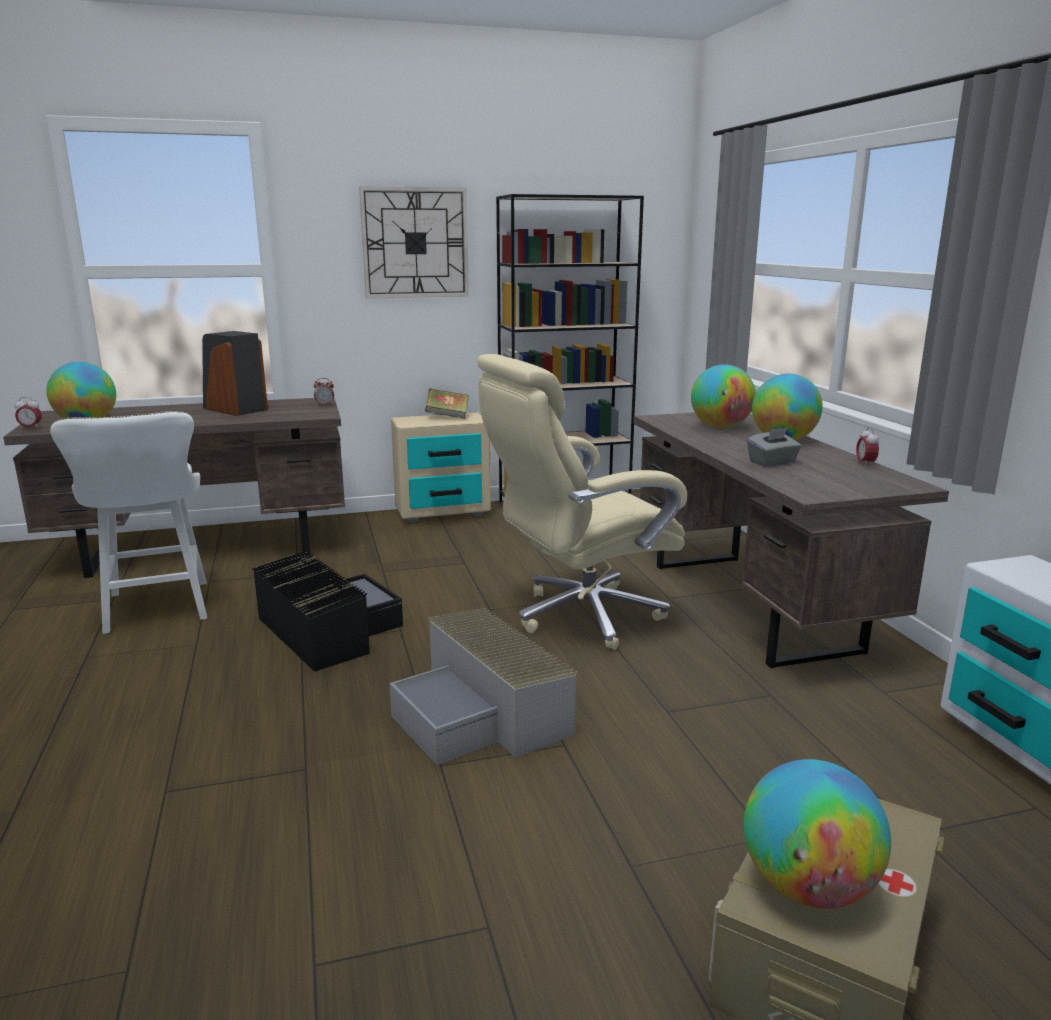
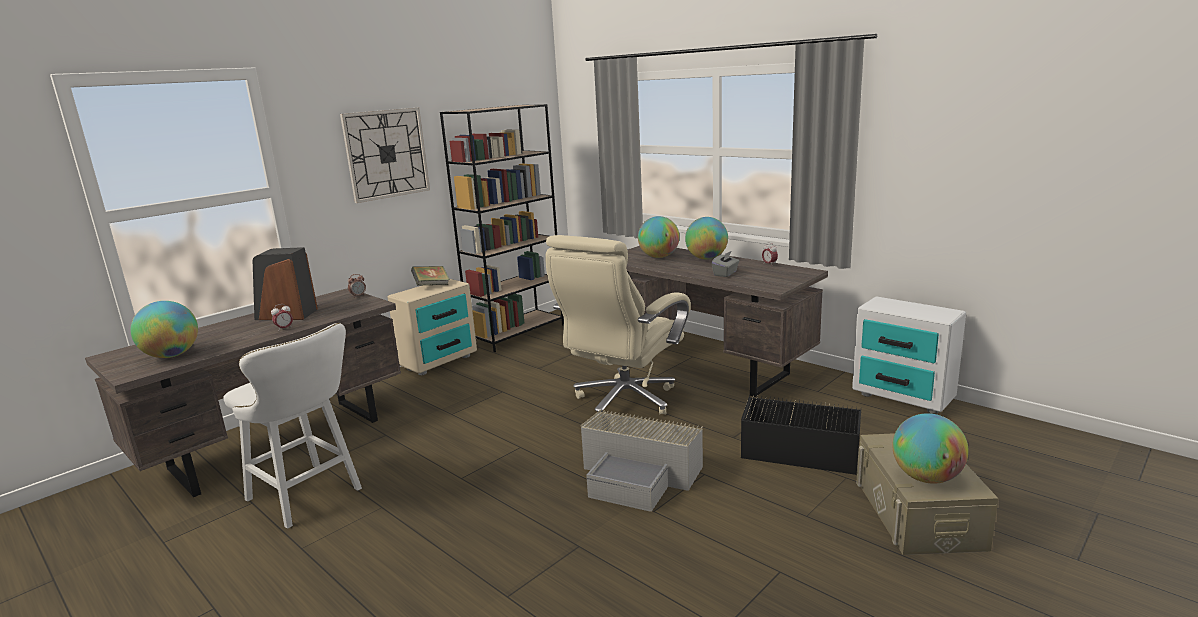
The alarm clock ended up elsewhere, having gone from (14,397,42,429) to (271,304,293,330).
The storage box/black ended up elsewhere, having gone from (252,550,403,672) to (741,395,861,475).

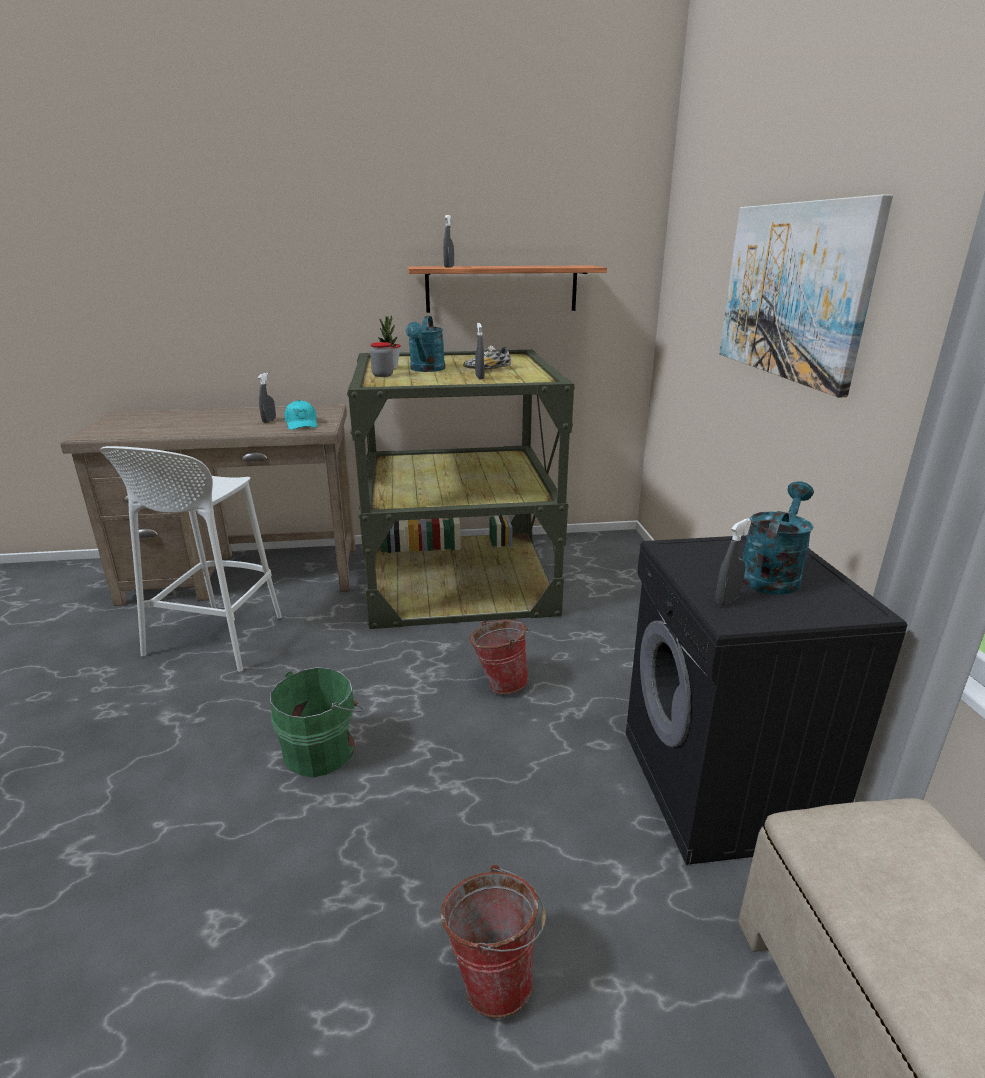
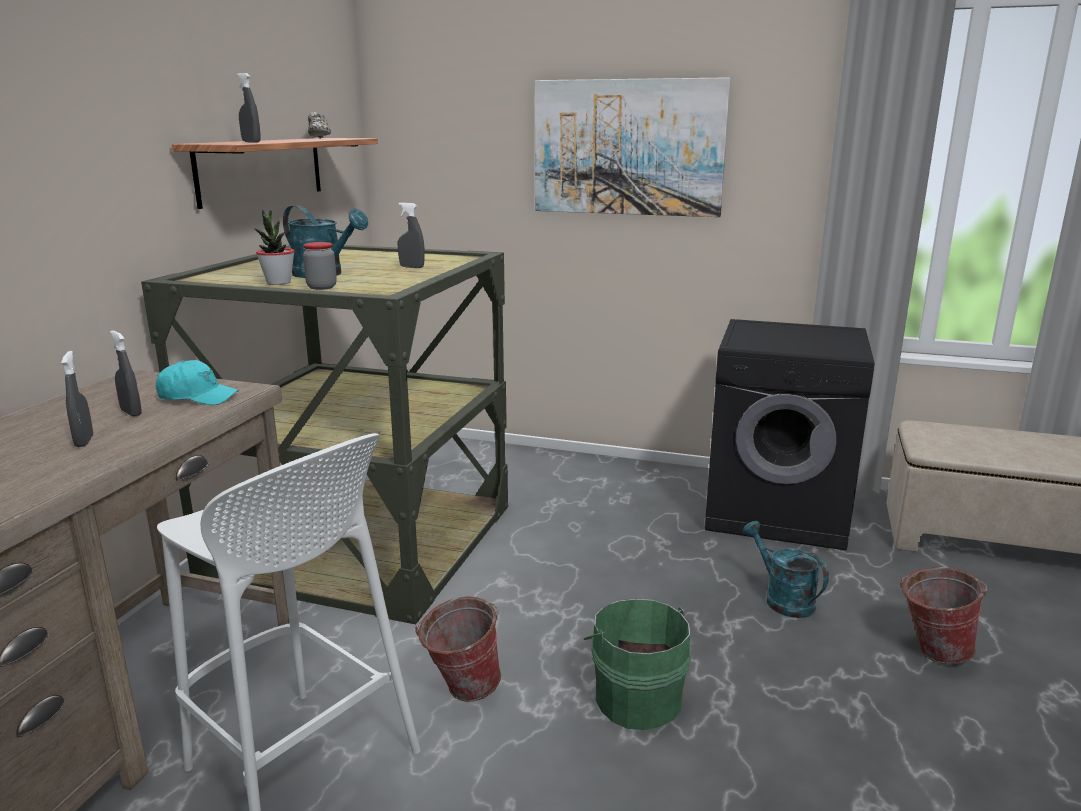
The shoe ended up elsewhere, having gone from (463,345,511,370) to (308,112,331,139).
The watering pot/turquoise ended up elsewhere, having gone from (742,481,814,595) to (742,521,829,618).
The spray bottle/greyish ended up elsewhere, having gone from (715,518,750,606) to (61,351,93,447).
The bucket ended up elsewhere, having gone from (470,620,531,694) to (415,596,501,702).

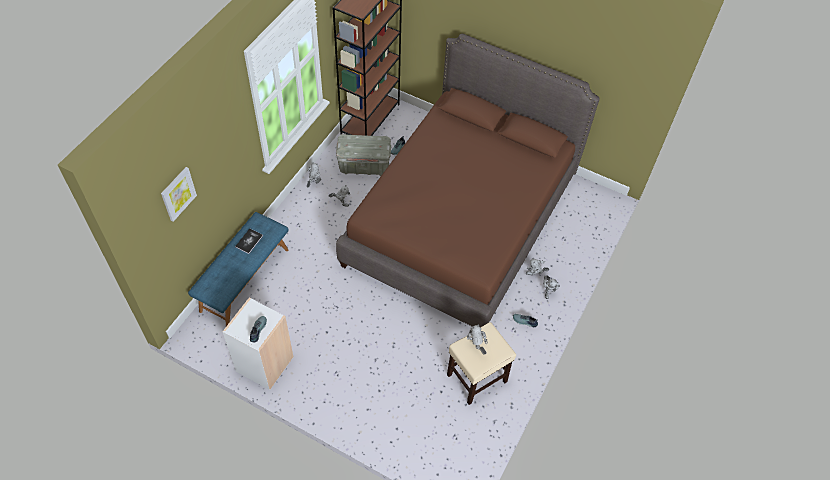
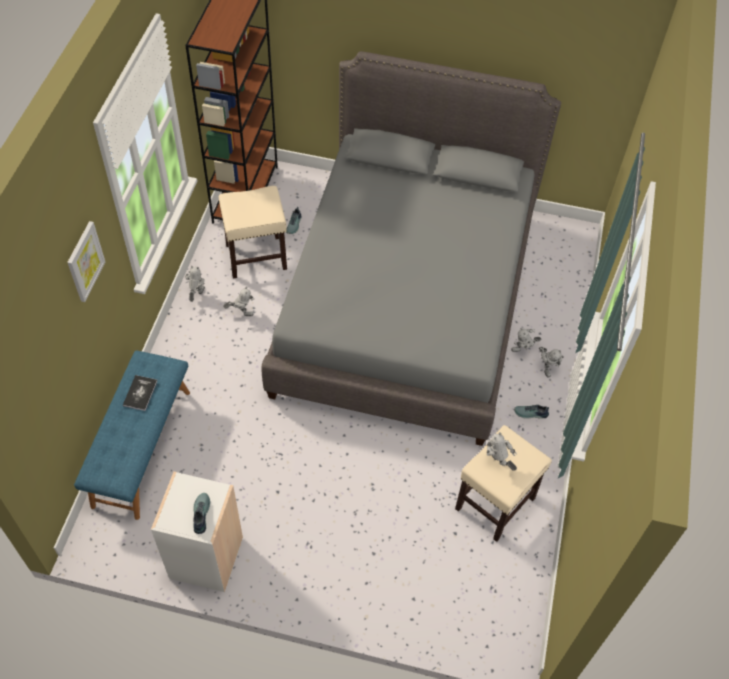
What was the sleeping bed/brown at (336,34,600,328) turned into the sleeping bed/greyish at (262,51,561,446).
Where the storage box/greyish stood at (336,134,391,176), the sitting stool/sand-coloured came to stand at (219,186,287,279).
The wall picture ended up elsewhere, having gone from (161,167,197,222) to (67,221,105,302).

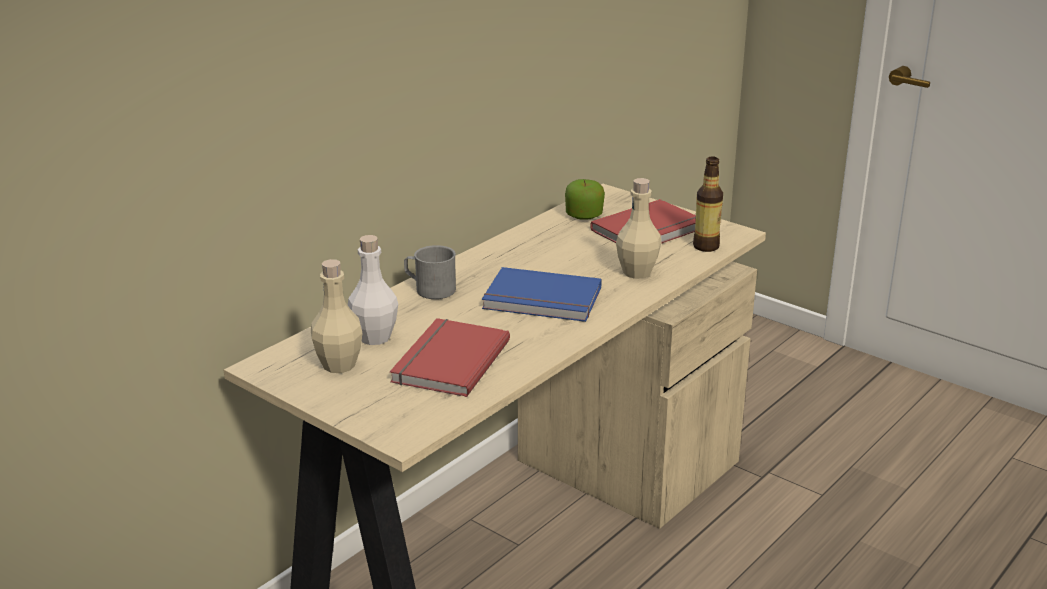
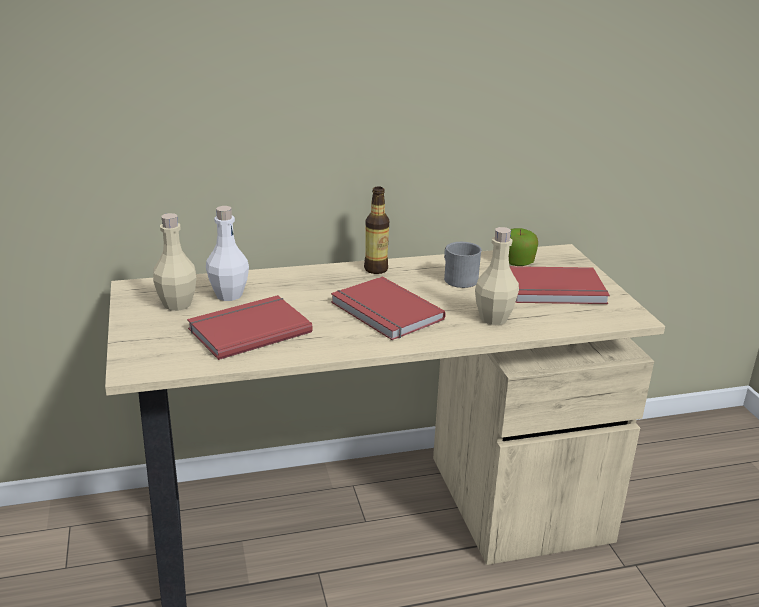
The drink bottle ended up elsewhere, having gone from (693,156,723,252) to (364,186,389,274).
The tea mug/greyish ended up elsewhere, having gone from (404,245,456,299) to (444,242,482,288).
What was the bound book/blue-coloured at (482,267,602,322) turned into the bound book/reddish at (331,277,446,340).

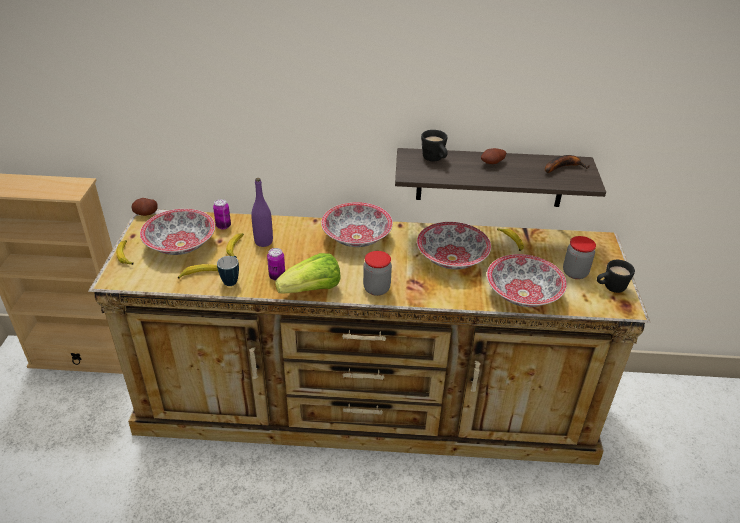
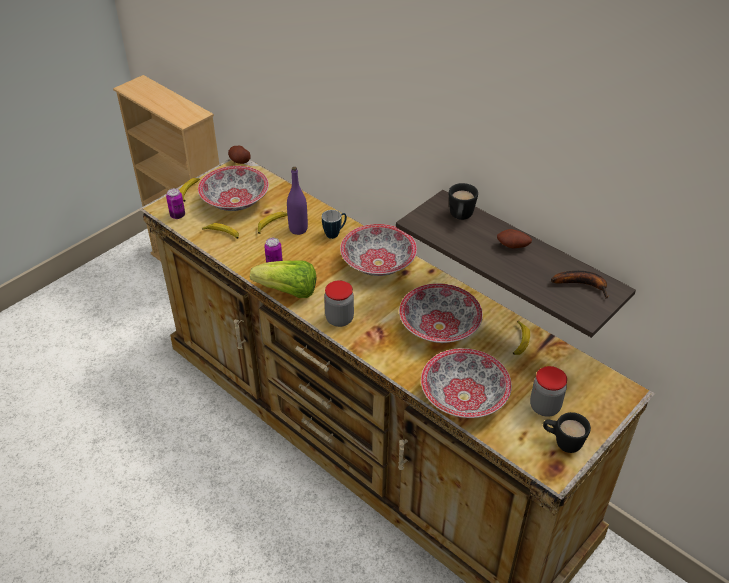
The metal can ended up elsewhere, having gone from (213,199,231,230) to (166,188,185,219).
The tea mug ended up elsewhere, having gone from (217,256,239,286) to (322,210,347,239).

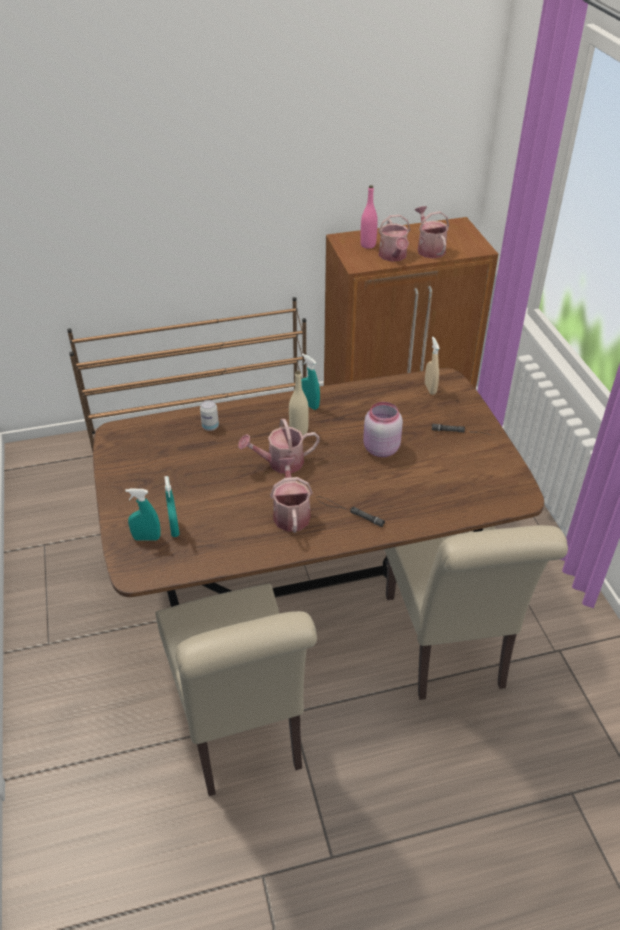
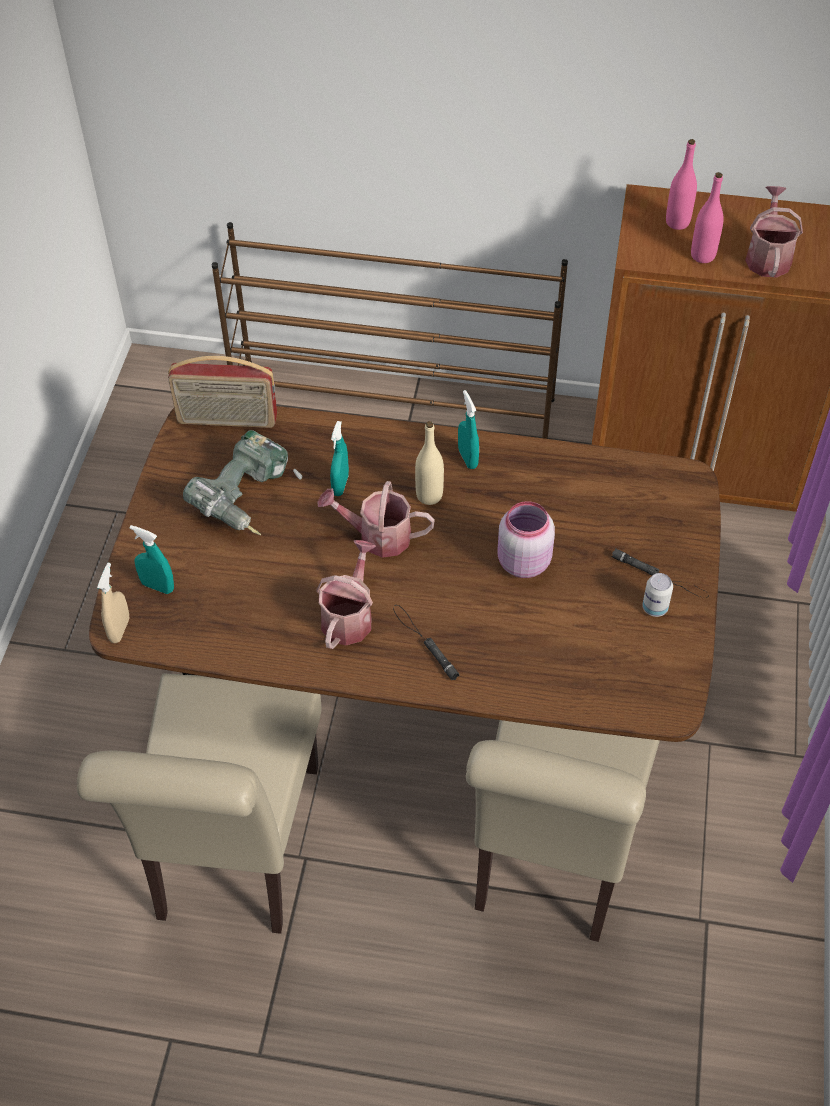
Where the watering pot stood at (378,215,410,262), the drink bottle/pink came to stand at (691,172,724,263).
The spray bottle/sand-coloured ended up elsewhere, having gone from (425,337,440,395) to (97,563,129,643).
The metal can ended up elsewhere, having gone from (200,400,219,431) to (642,573,673,617).
The spray bottle/turquoise ended up elsewhere, having gone from (164,476,180,537) to (330,421,349,496).
The second view gained the radio at (168,356,277,428).
The second view gained the drill at (183,430,302,535).

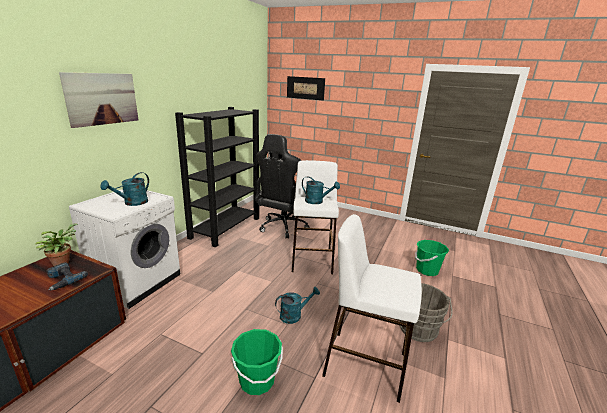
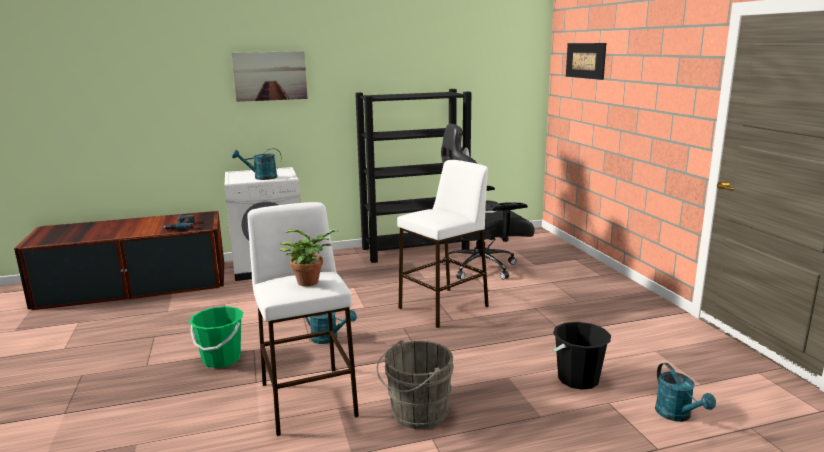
The watering pot/turquoise ended up elsewhere, having gone from (302,176,340,204) to (655,363,716,422).
The houseplant ended up elsewhere, having gone from (35,223,78,266) to (280,229,338,286).
What was the bucket/green at (415,240,449,276) turned into the bucket/black at (553,322,611,390).

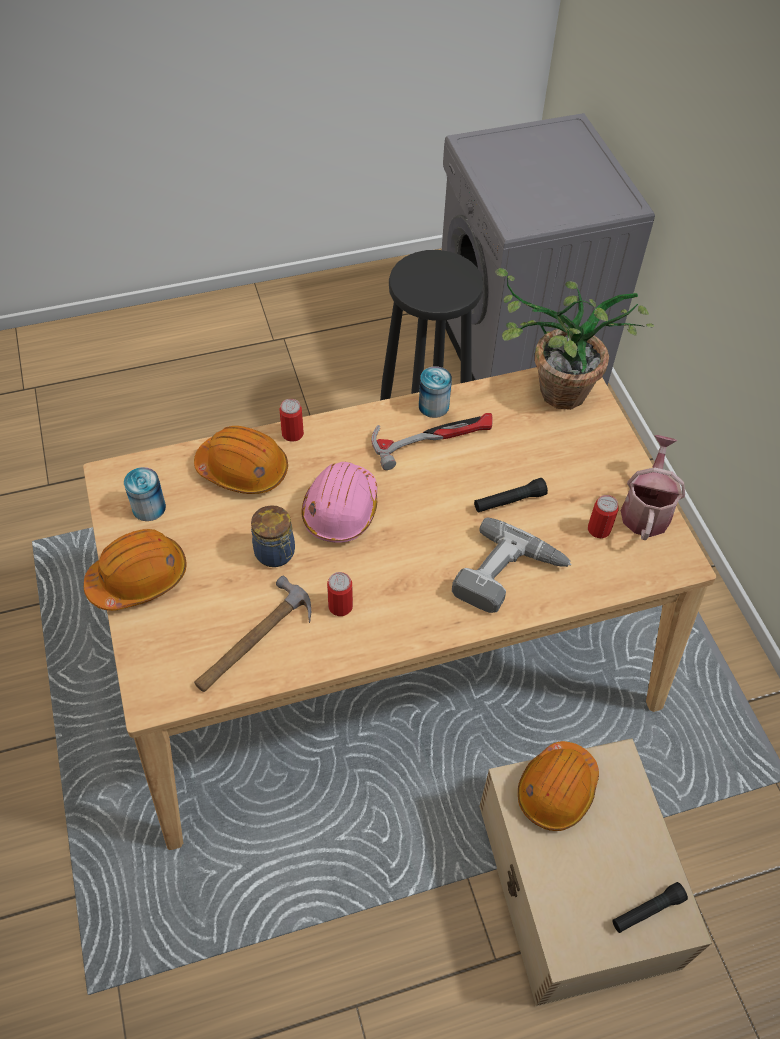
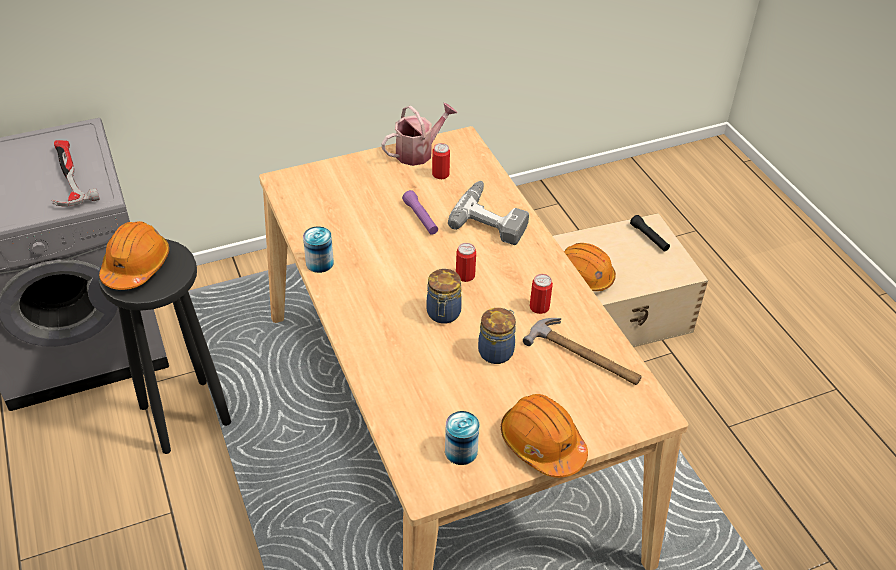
The second view lost the houseplant at (495,268,654,410).
The metal can ended up elsewhere, having gone from (279,399,304,442) to (456,243,476,282).
The hammer ended up elsewhere, having gone from (371,413,493,470) to (51,140,100,207).
The safety helmet/orange-coloured ended up elsewhere, having gone from (194,426,288,494) to (99,221,169,290).
The watering pot at (621,435,685,540) ended up facing another way, 135 degrees clockwise from before.
Where the safety helmet/pink stood at (301,462,377,543), the jar came to stand at (427,269,462,324).
What was the torch/black at (474,478,548,513) turned into the torch/purplish at (402,190,438,235).

